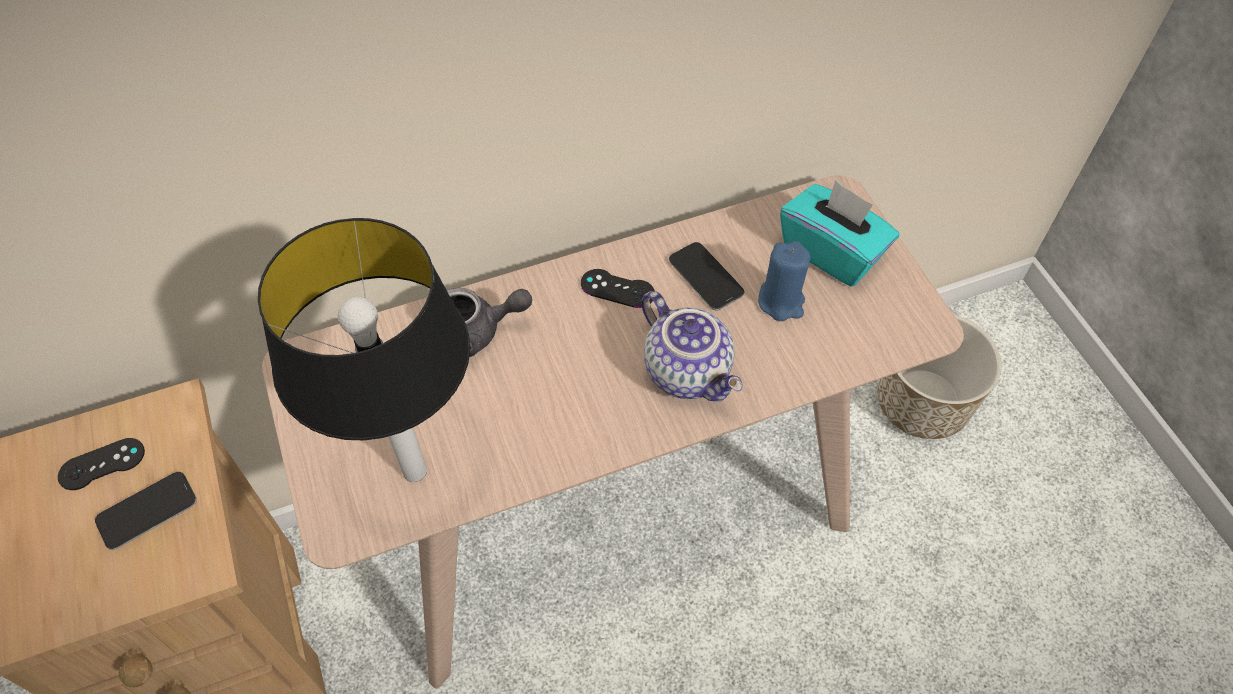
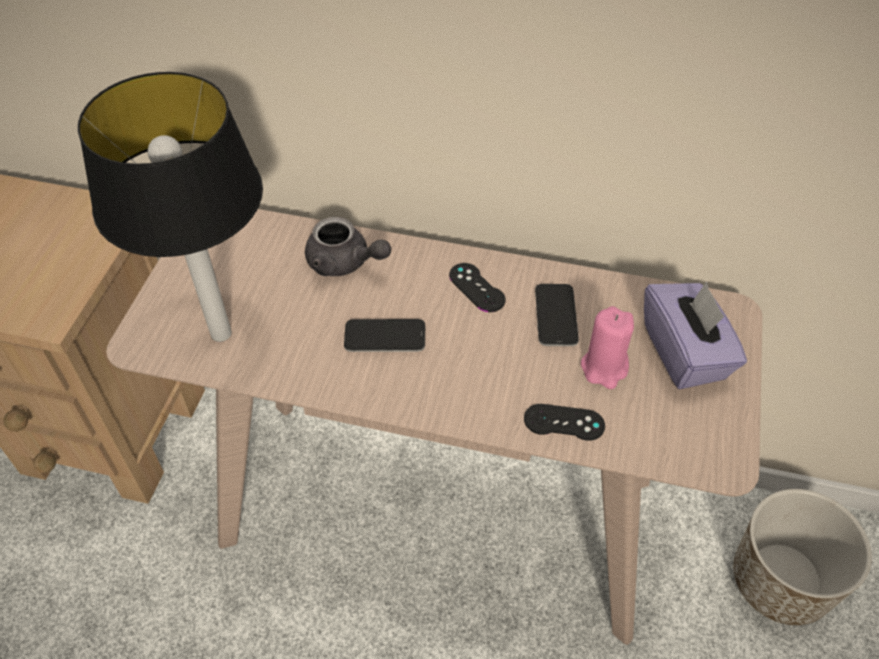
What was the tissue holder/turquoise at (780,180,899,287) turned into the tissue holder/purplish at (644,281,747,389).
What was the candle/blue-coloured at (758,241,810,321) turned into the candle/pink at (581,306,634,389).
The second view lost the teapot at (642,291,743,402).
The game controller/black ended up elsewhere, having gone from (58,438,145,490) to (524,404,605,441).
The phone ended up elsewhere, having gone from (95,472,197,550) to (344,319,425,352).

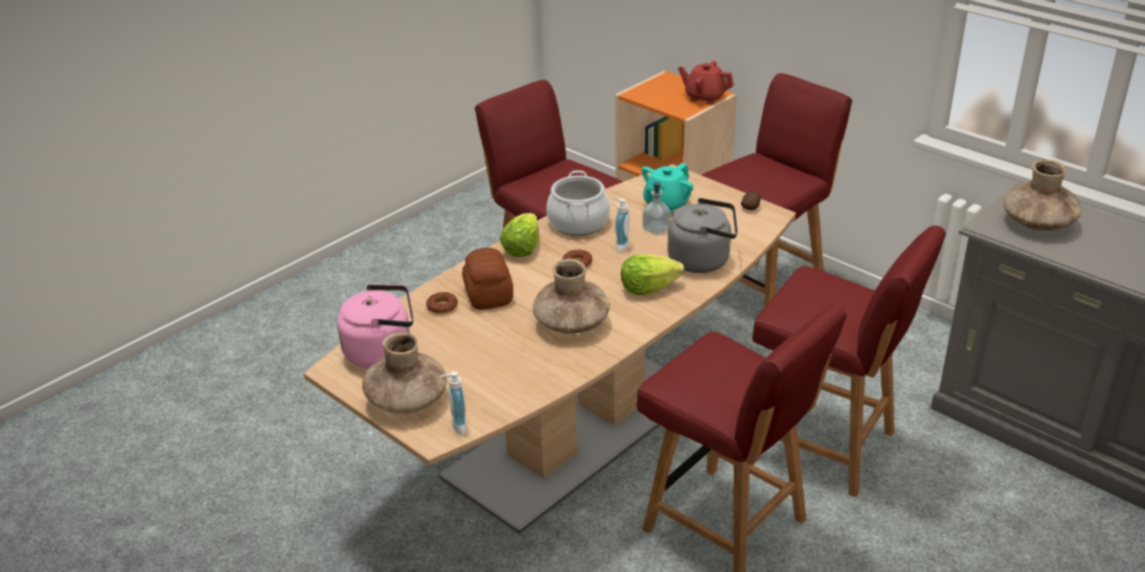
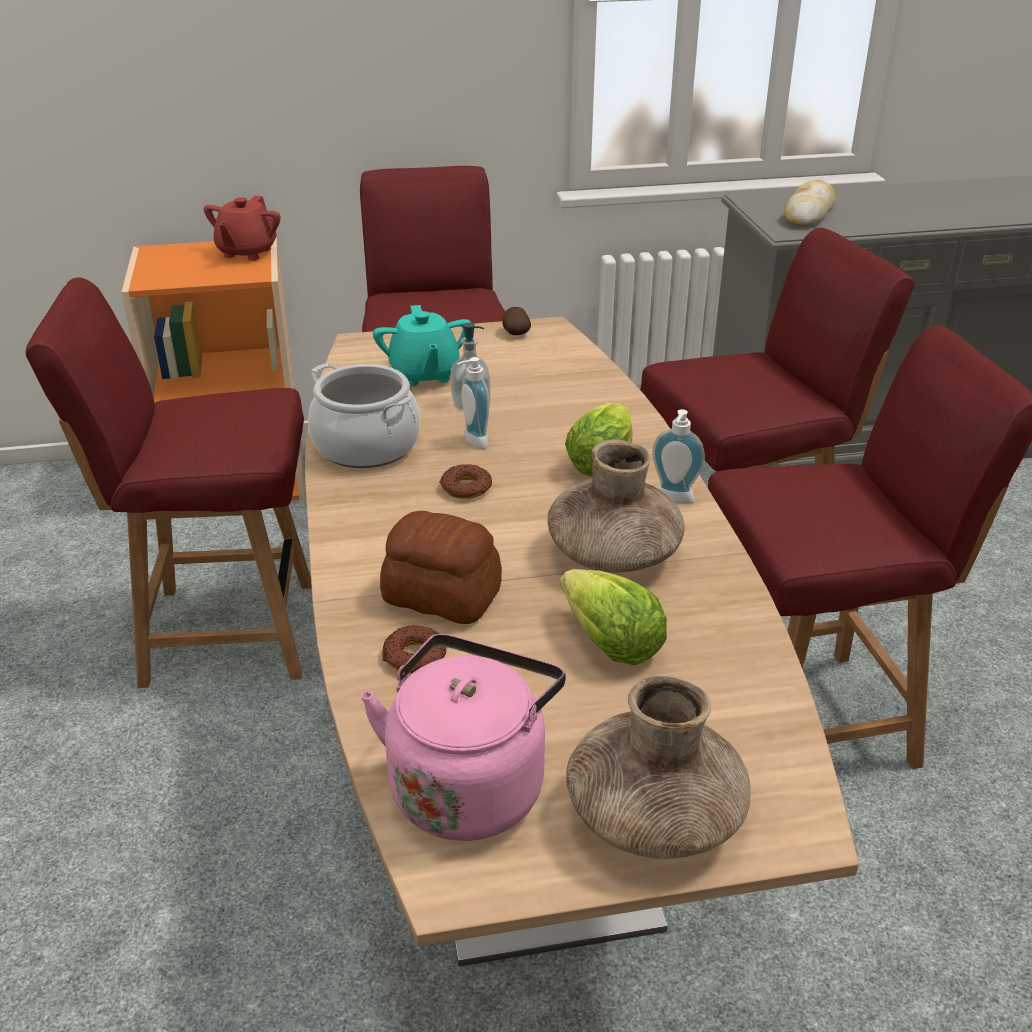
The teapot/reddish at (678,61,734,104) ended up facing another way, 45 degrees counterclockwise from before.
Where the vase/brown stood at (1003,159,1081,231), the bakery bread came to stand at (784,180,836,226).
The second view lost the water kettle/greyish at (667,198,738,273).
The lettuce ended up elsewhere, having gone from (500,213,539,257) to (560,569,667,665).
The soap dispenser ended up elsewhere, having gone from (440,371,467,435) to (652,409,705,504).

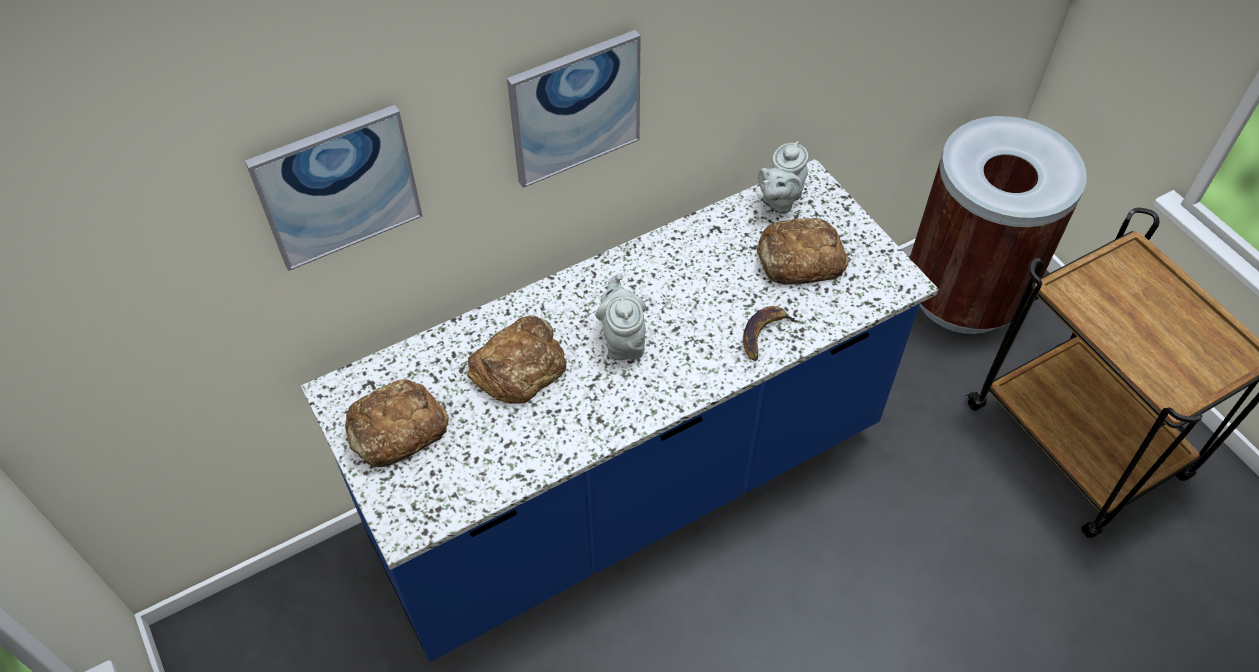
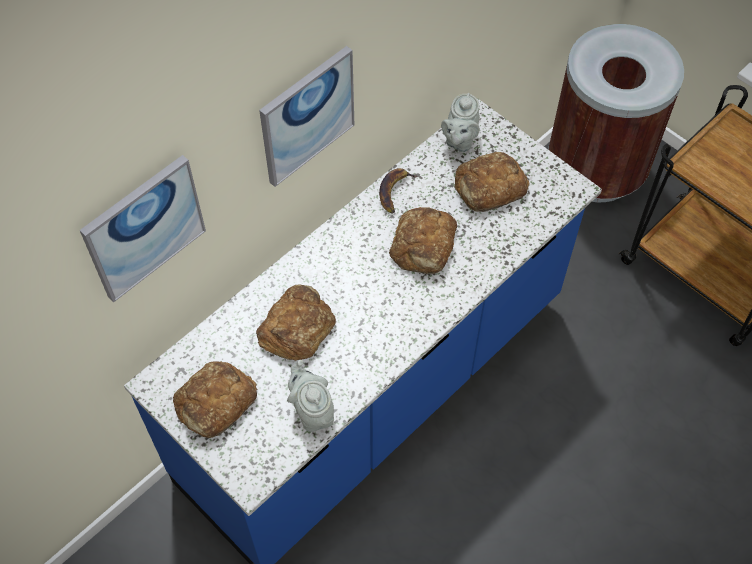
The teapot/greyish ended up elsewhere, having gone from (595,273,646,360) to (287,360,334,432).
The banana ended up elsewhere, having gone from (743,306,799,361) to (379,168,418,214).
The second view gained the bakery bread at (389,207,457,274).

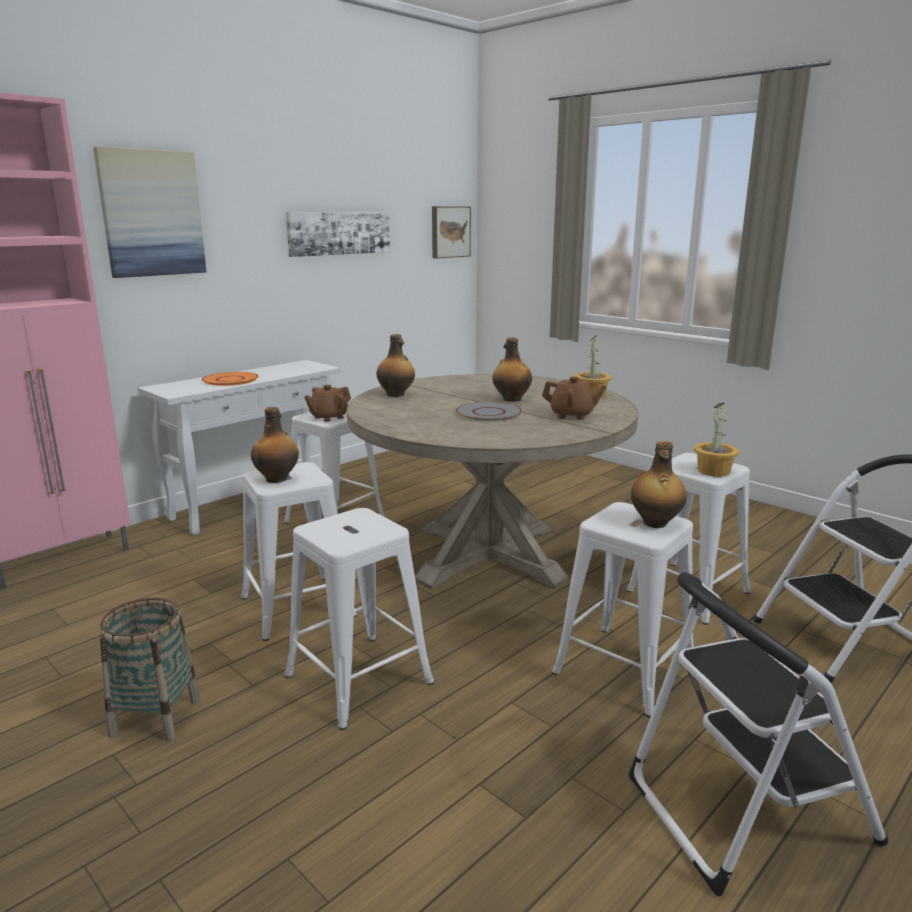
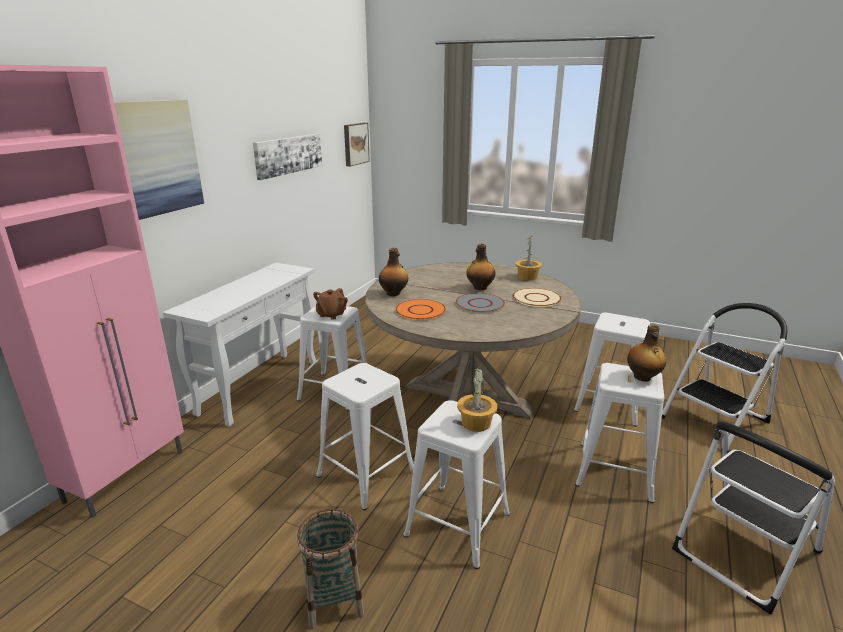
The plate/orange-coloured ended up elsewhere, having gone from (202,372,258,386) to (395,299,446,320).
Where the teapot/brown stood at (542,376,606,420), the plate/sand-coloured came to stand at (513,288,561,307).
The houseplant ended up elsewhere, having gone from (694,403,739,477) to (457,367,497,432).
The second view lost the drink bottle at (251,407,299,483).

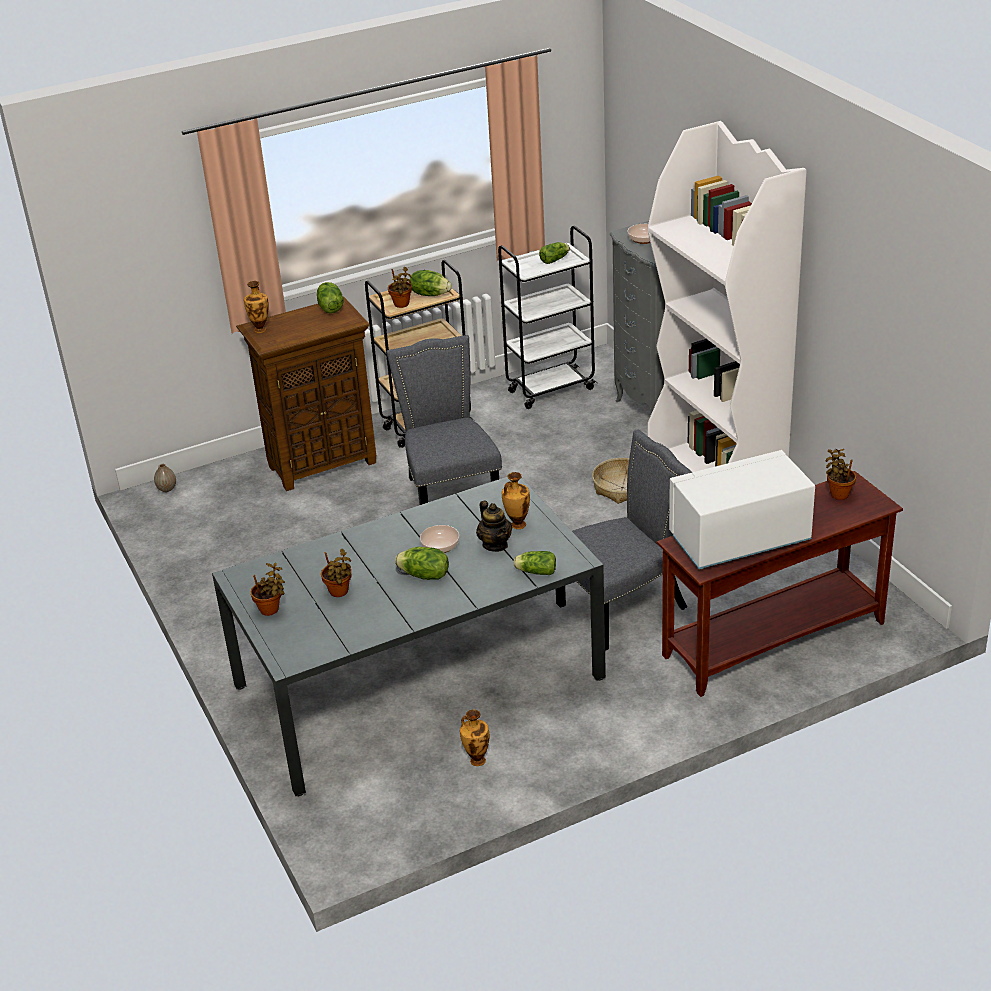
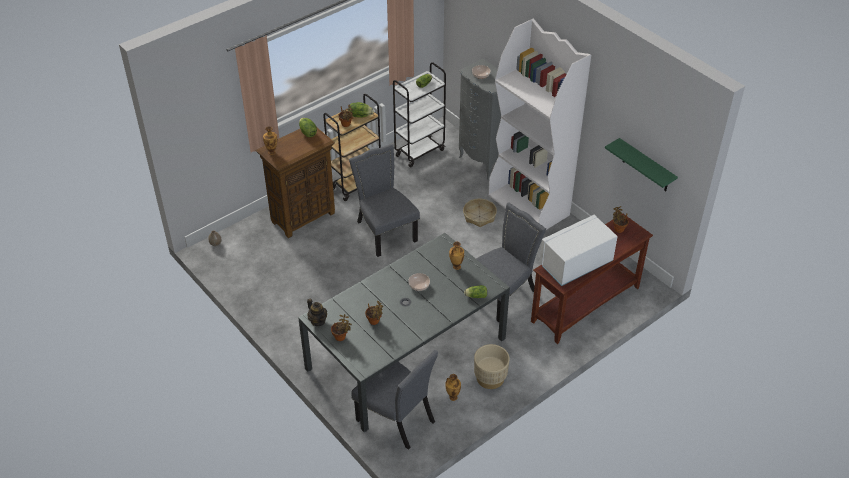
The teapot ended up elsewhere, having gone from (476,501,512,552) to (307,298,327,326).
The second view lost the lettuce at (395,547,449,580).
The second view gained the shelf/green at (605,138,678,191).
The second view gained the plant pot/sand-coloured at (474,344,510,389).
The second view gained the chair/greyish at (351,350,438,449).

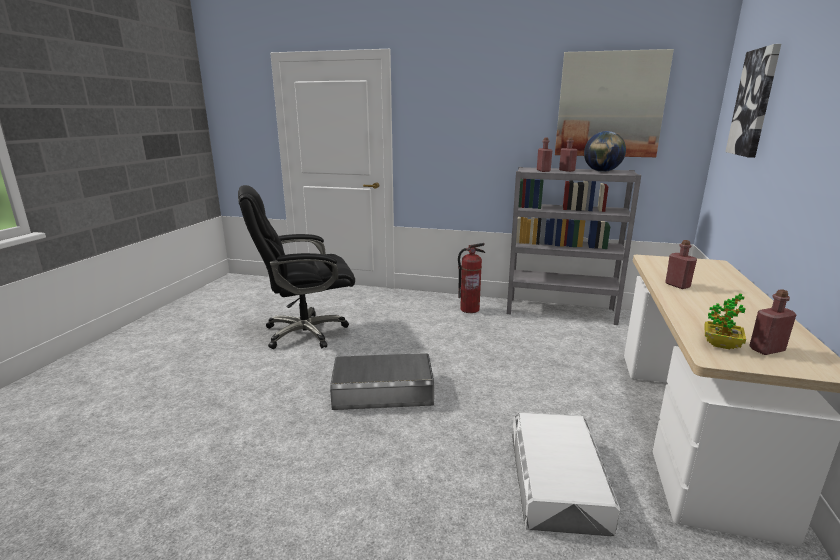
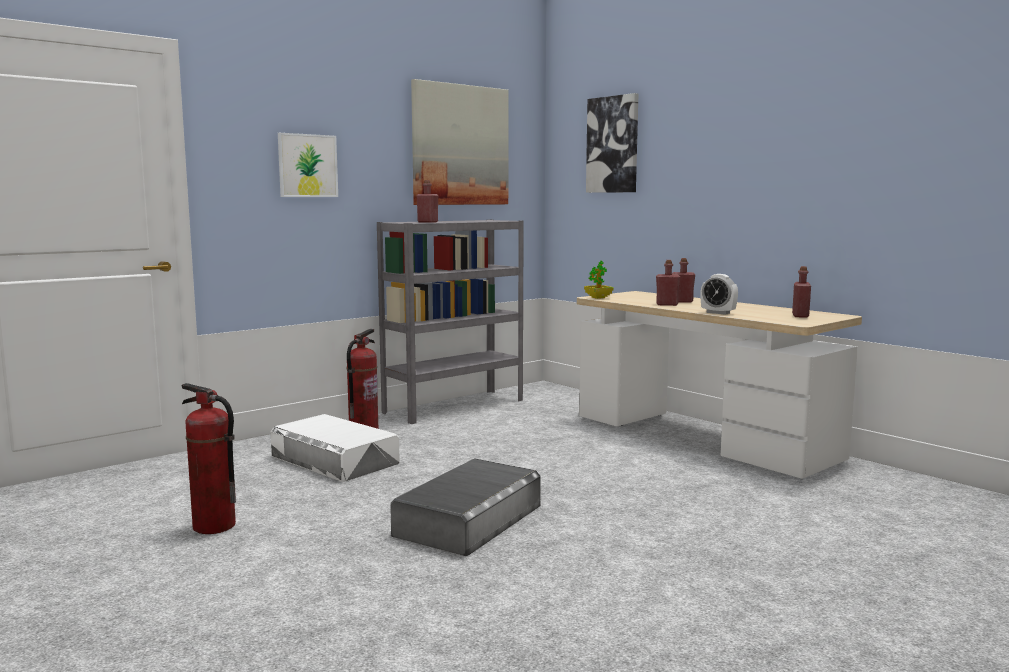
The second view lost the desk globe at (584,131,626,172).
The drink bottle/reddish ended up elsewhere, having gone from (559,137,578,172) to (672,258,695,303).
Where the office chair/black stood at (238,185,355,349), the fire-fighting cylinder came to stand at (182,383,236,534).
The houseplant ended up elsewhere, having gone from (704,293,746,349) to (584,261,614,299).
The storage box/whitish ended up elsewhere, having gone from (512,412,620,537) to (271,414,400,482).
The second view gained the wall picture at (278,133,338,197).
The second view gained the alarm clock at (700,274,738,315).

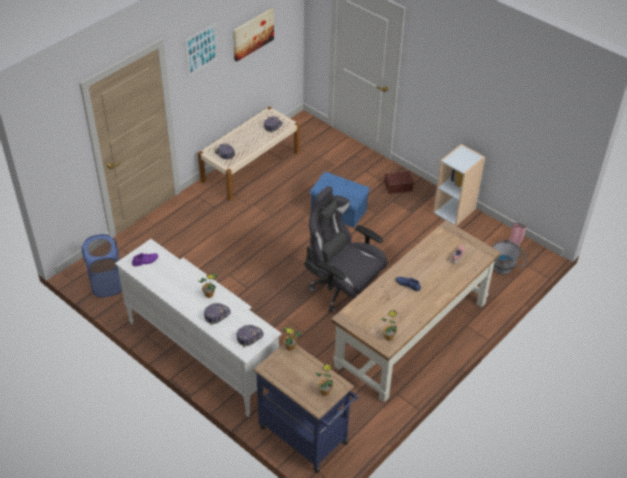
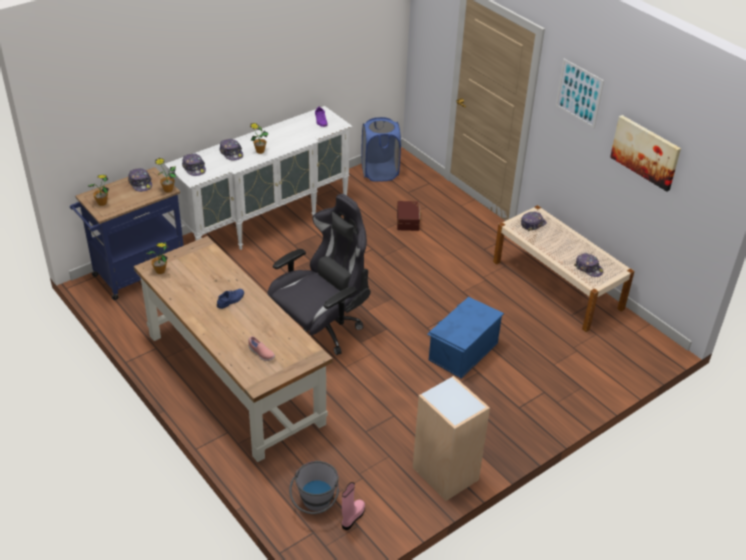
The storage box/brown ended up elsewhere, having gone from (384,171,414,194) to (397,201,421,231).
The second view gained the baseball cap at (128,168,152,192).

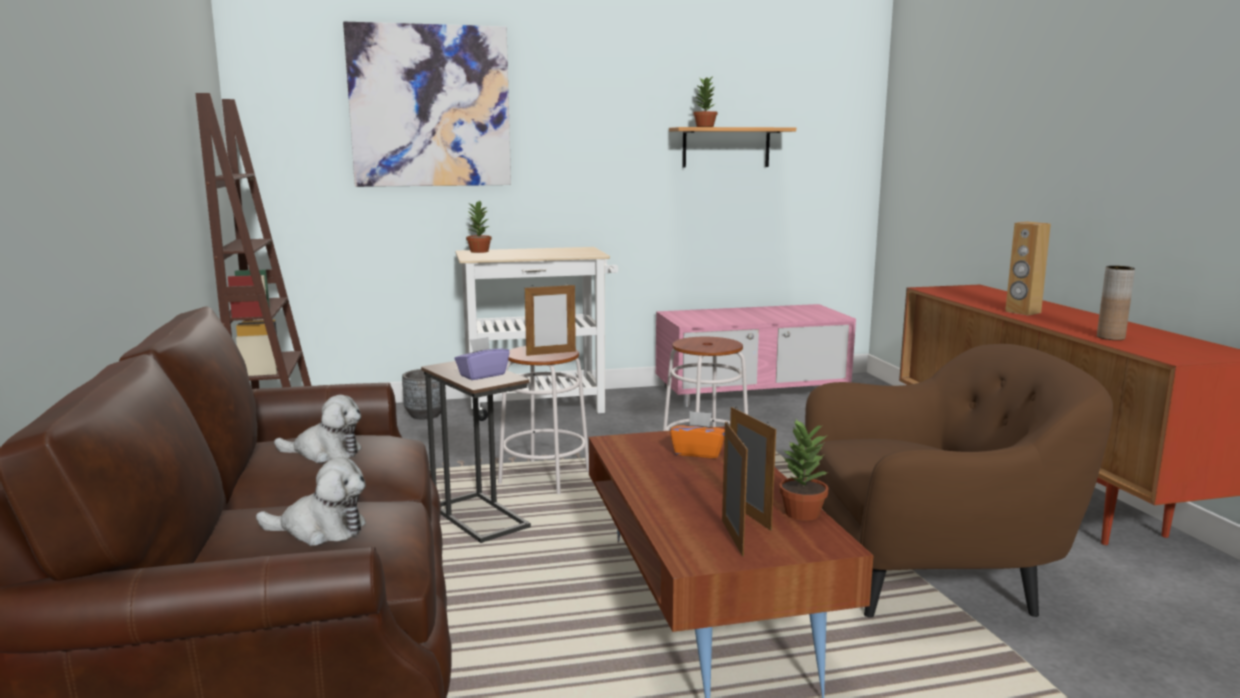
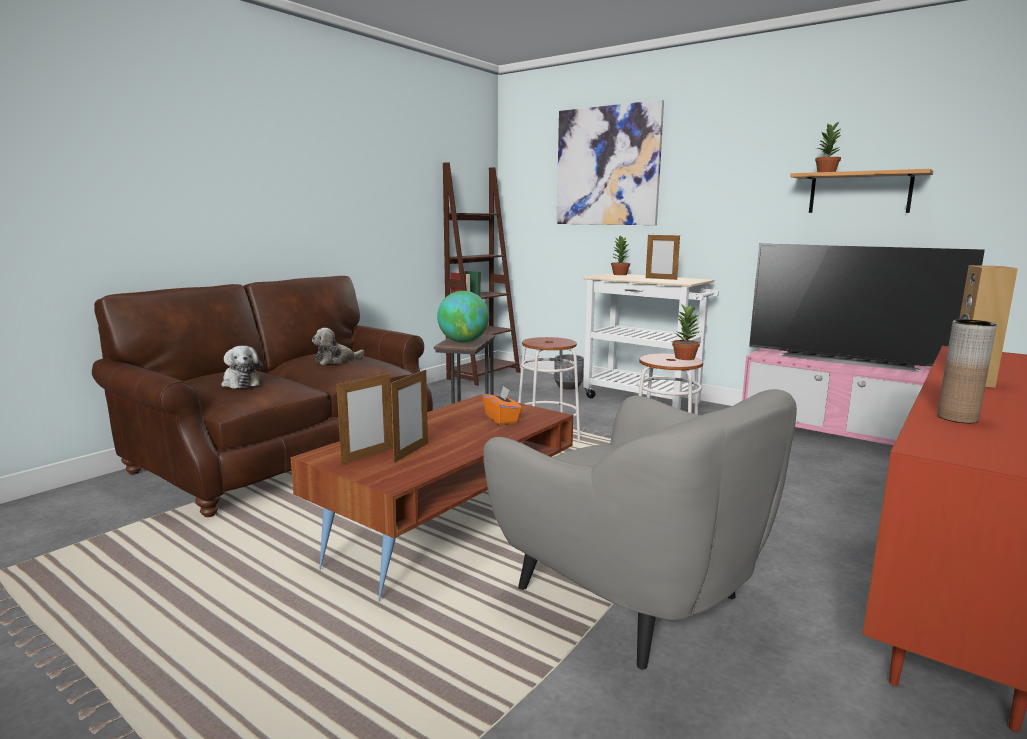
The picture frame ended up elsewhere, having gone from (525,283,576,356) to (646,233,680,280).
Where the tissue holder/purplish stood at (455,337,510,380), the desk globe came to stand at (437,291,489,343).
What was the easy chair/brown at (805,344,1113,618) turned into the easy chair/greyish at (483,389,797,670).
The cuddly toy at (274,395,362,463) ended up facing another way, 90 degrees clockwise from before.
The houseplant ended up elsewhere, having gone from (779,419,828,521) to (672,303,702,360).
The second view gained the TV set at (749,244,985,372).

